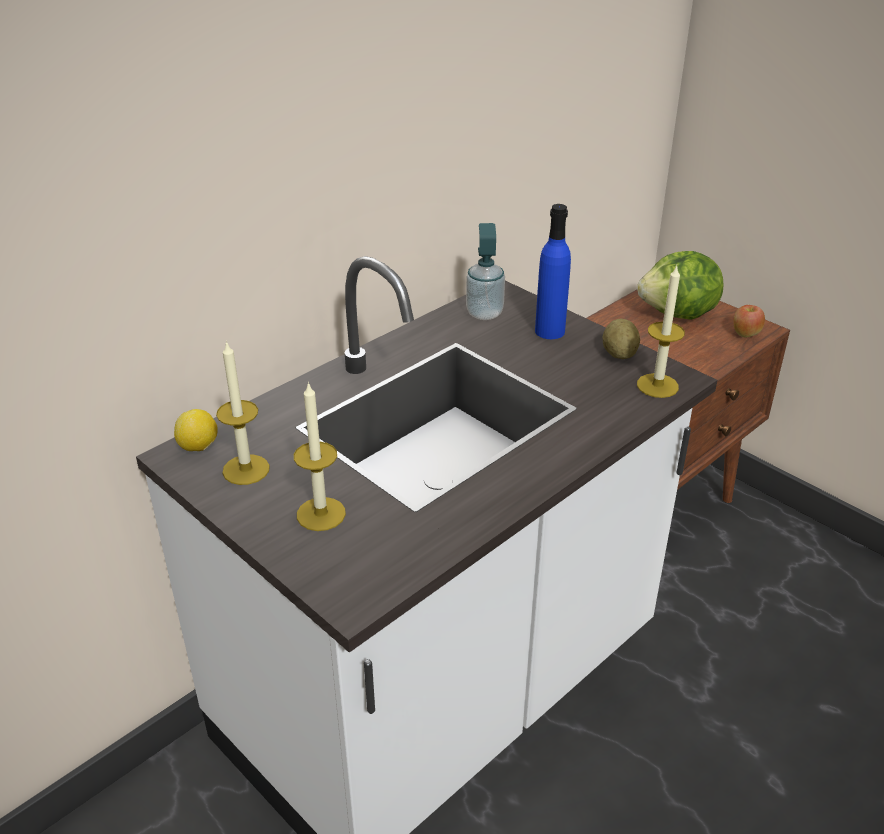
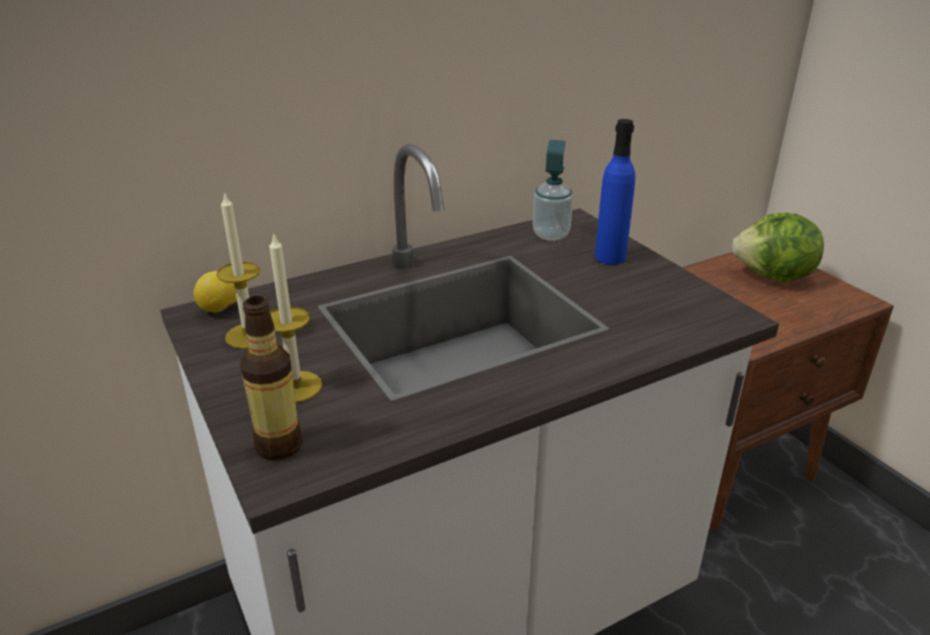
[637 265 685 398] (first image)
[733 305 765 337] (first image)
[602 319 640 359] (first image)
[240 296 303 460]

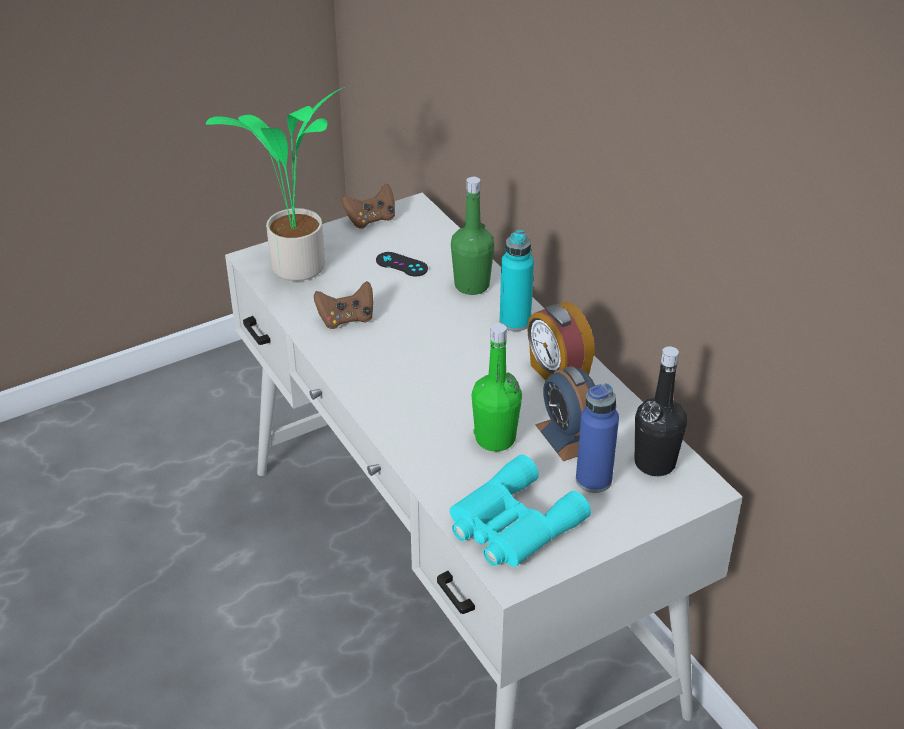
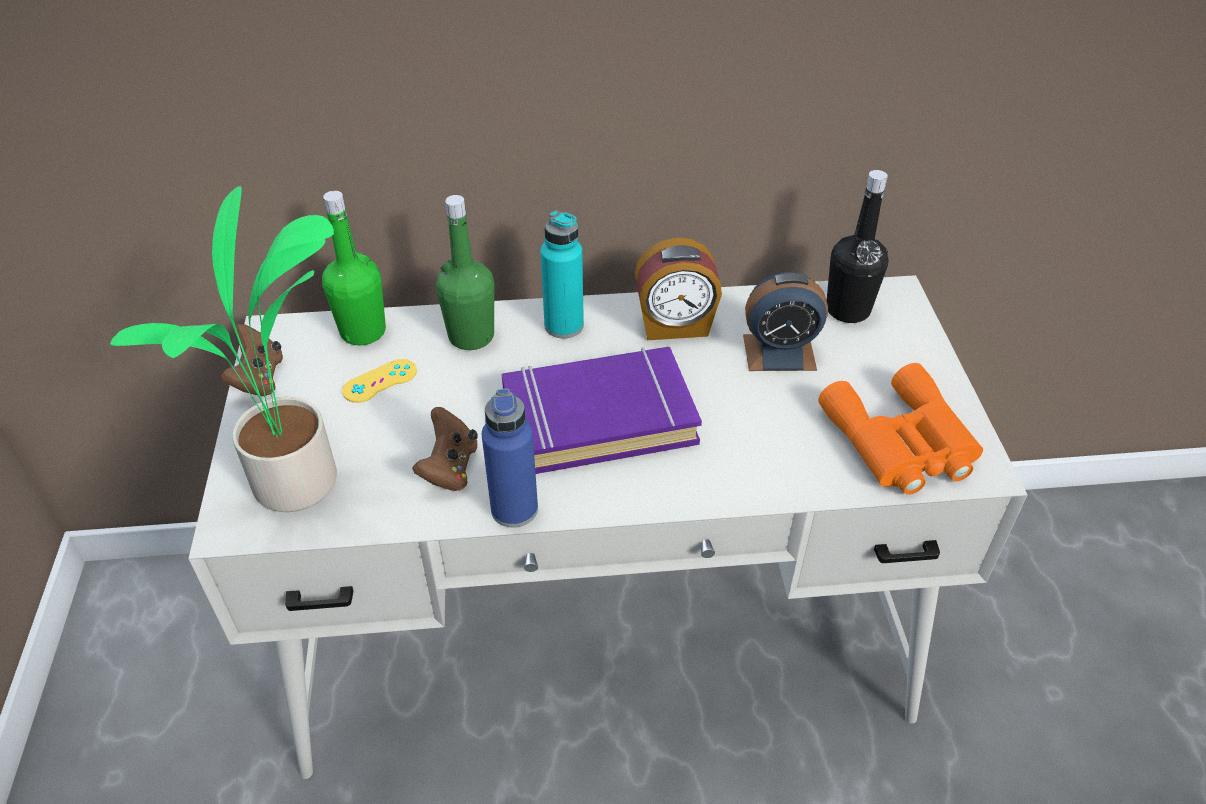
[342 359 417 403]
[322 191 386 345]
[482 388 538 528]
[818 363 983 495]
[502 347 702 474]

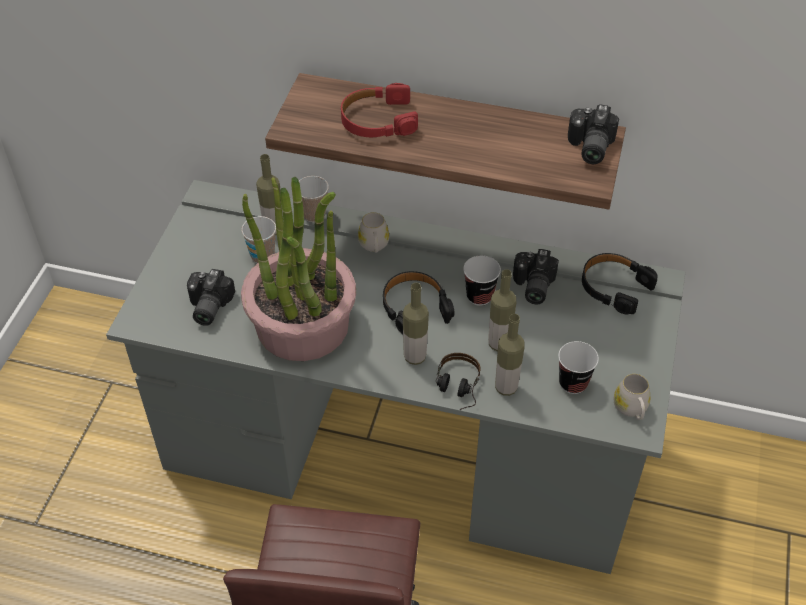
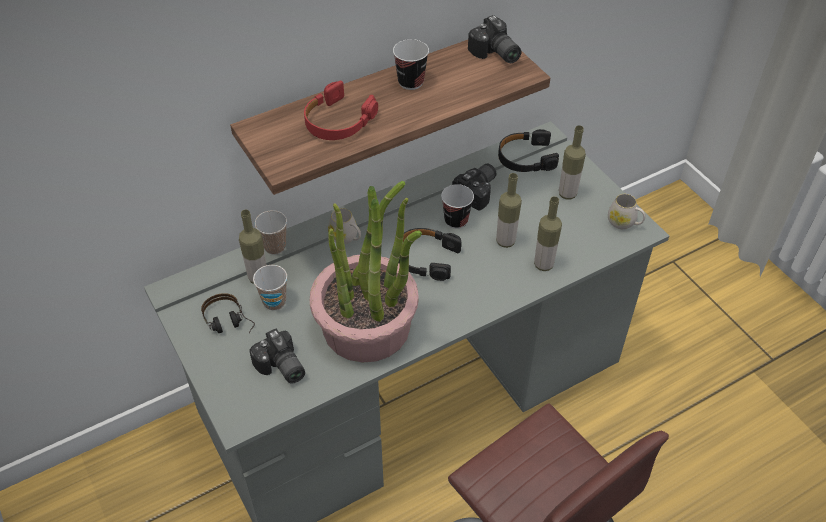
[452 163 497 210]
[559 125 586 200]
[393 39 429 90]
[201 293 255 333]

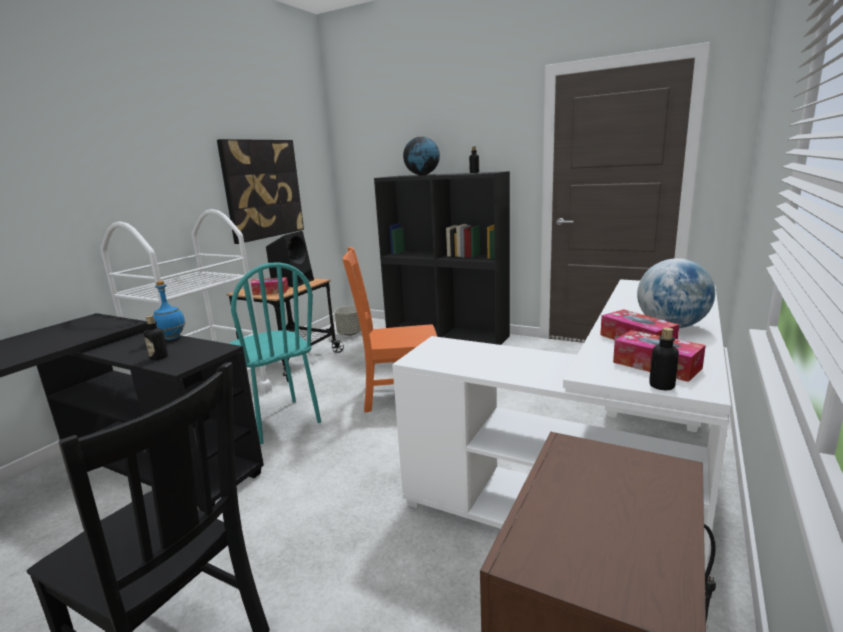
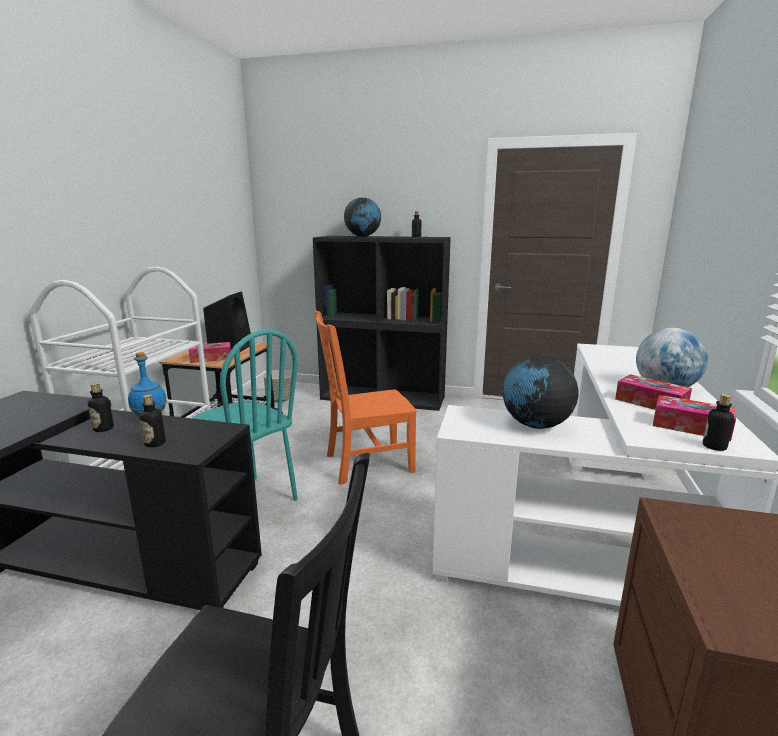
[217 139 304 244] (first image)
[503 356 578 429]
[88 383 114 432]

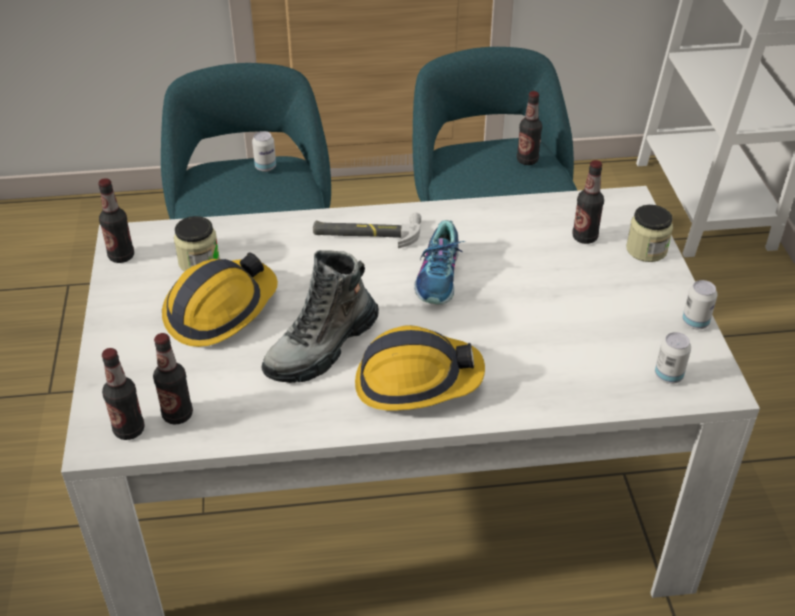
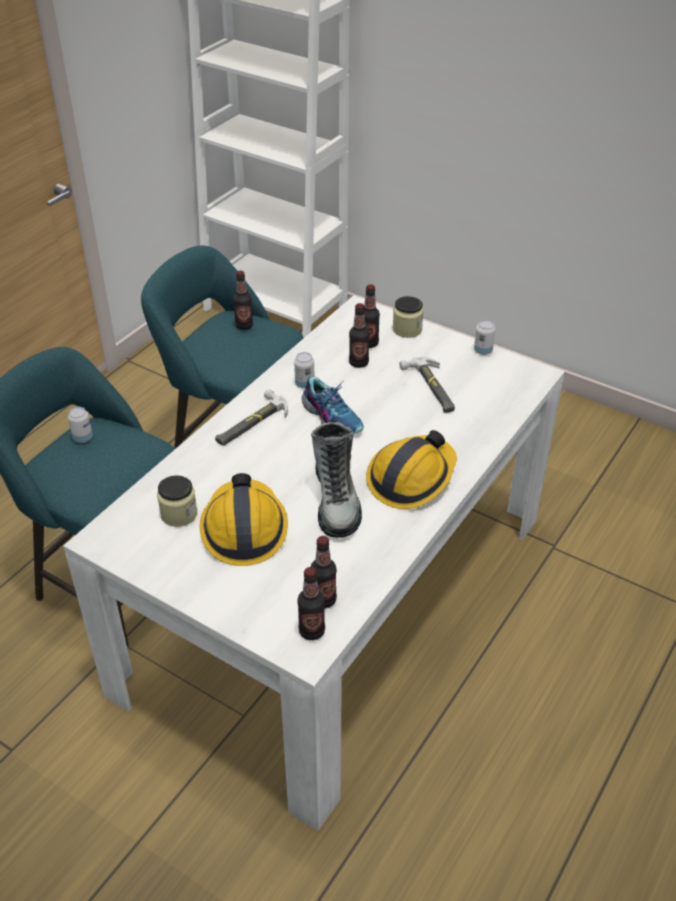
[349 303 370 368]
[294 352 314 389]
[400 356 455 413]

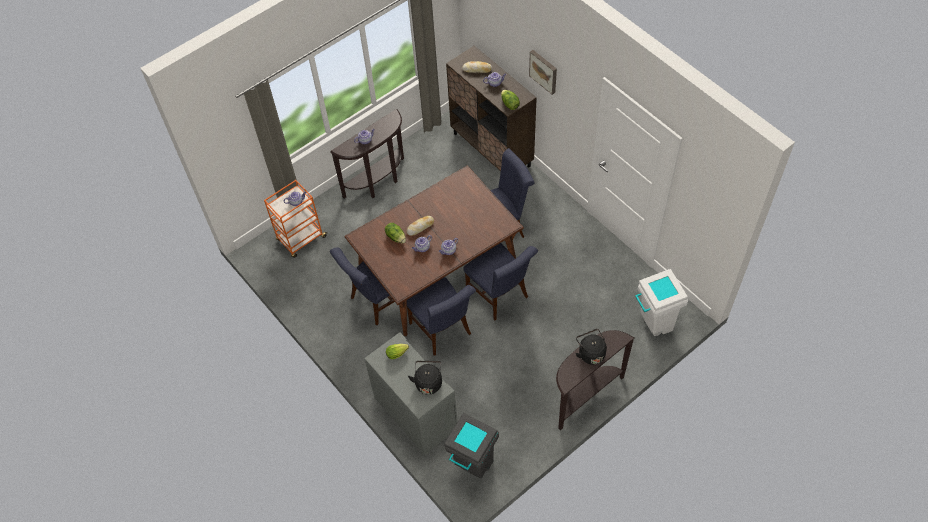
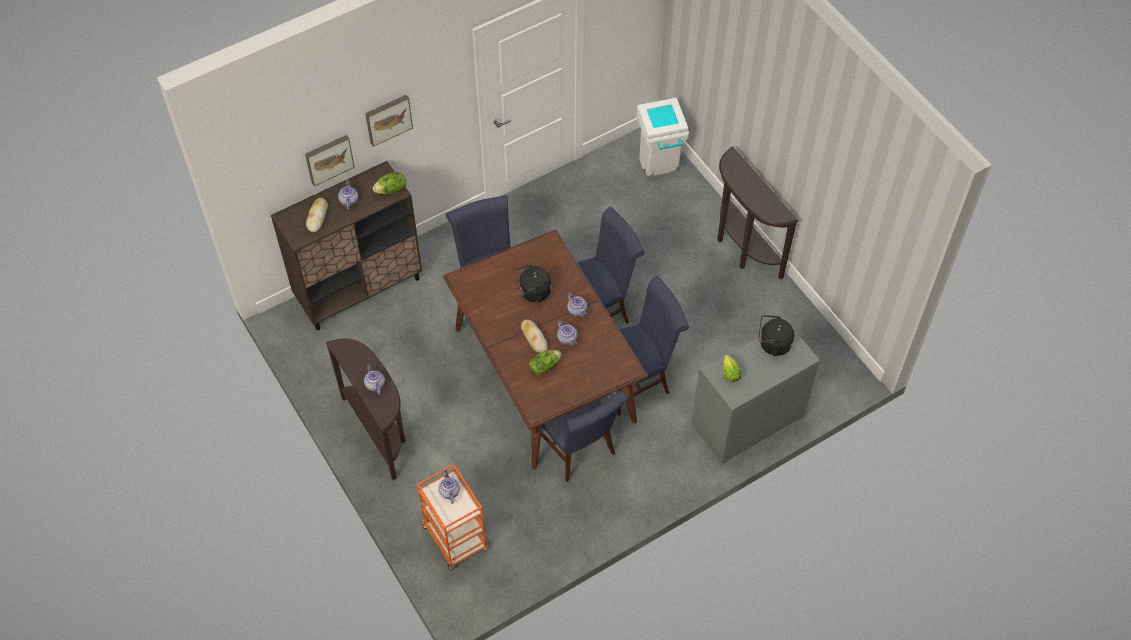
[514 264 551 302]
[444 413 499 478] (first image)
[305 135 355 187]

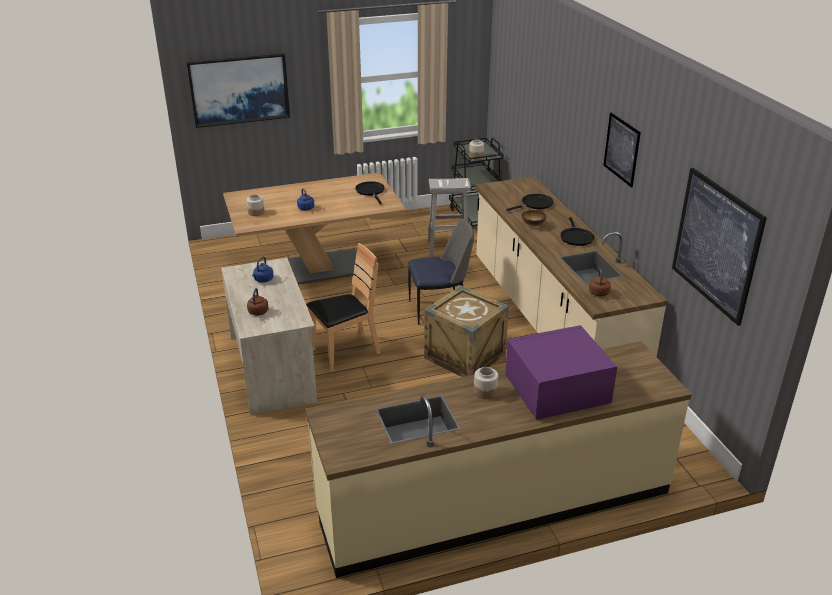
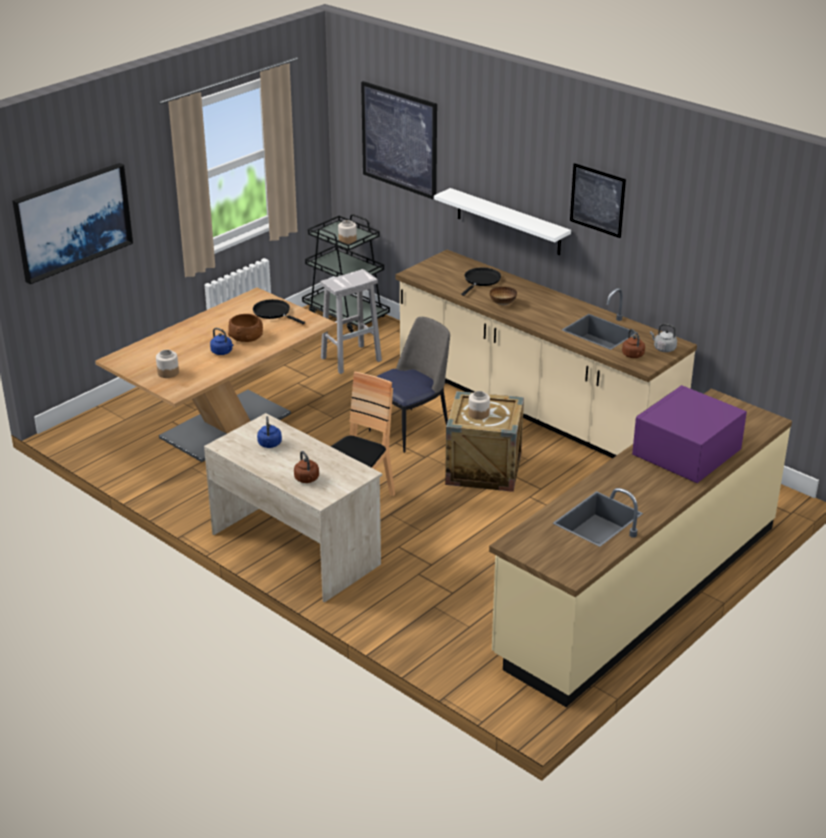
[361 81 437 200]
[560 217 595 246] (first image)
[468 391 490 420]
[434 188 571 255]
[228 314 263 342]
[650 324 677 352]

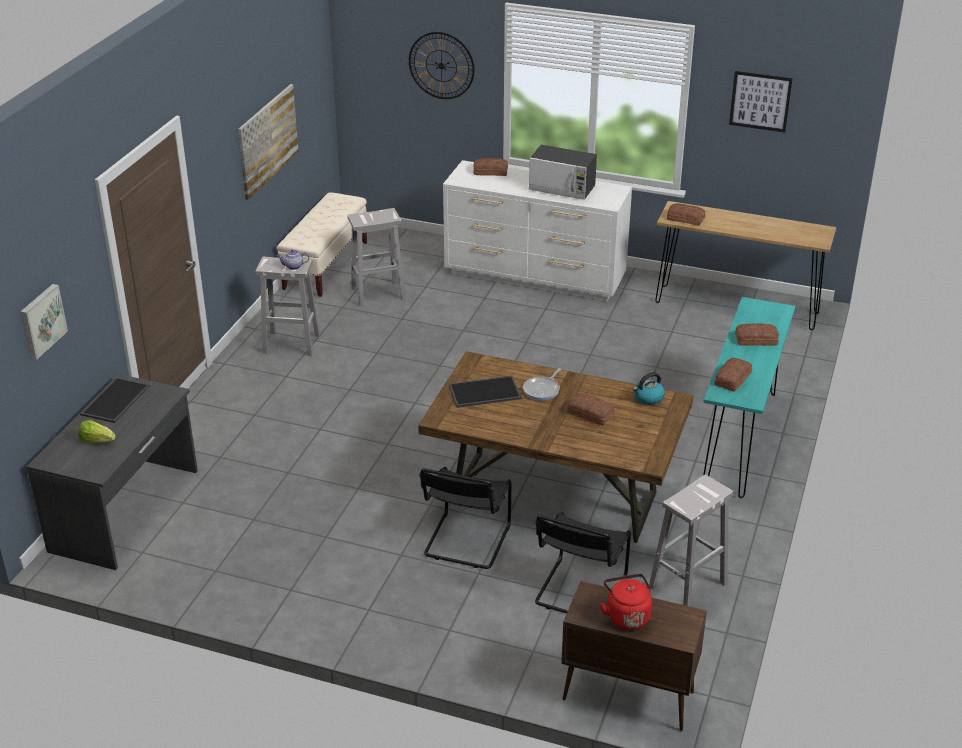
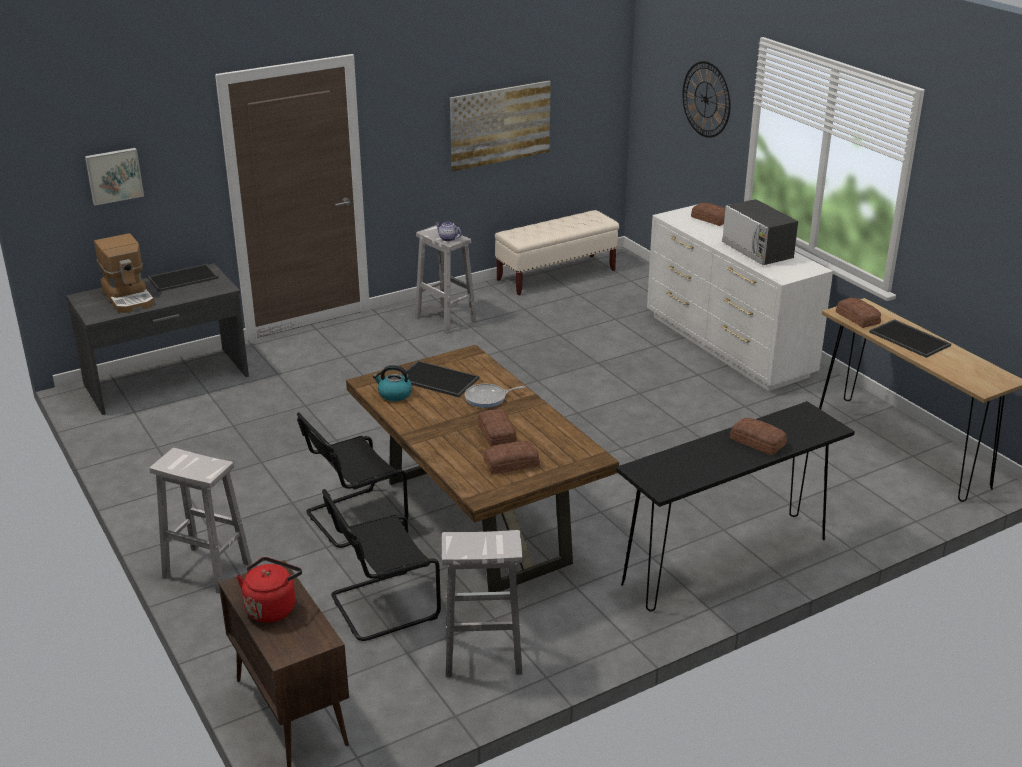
[729 71 793 132] (first image)
[149 448 252 594]
[616 401 855 611]
[483 441 540 474]
[373 365 412 401]
[94 233 154 313]
[869 319 951 358]

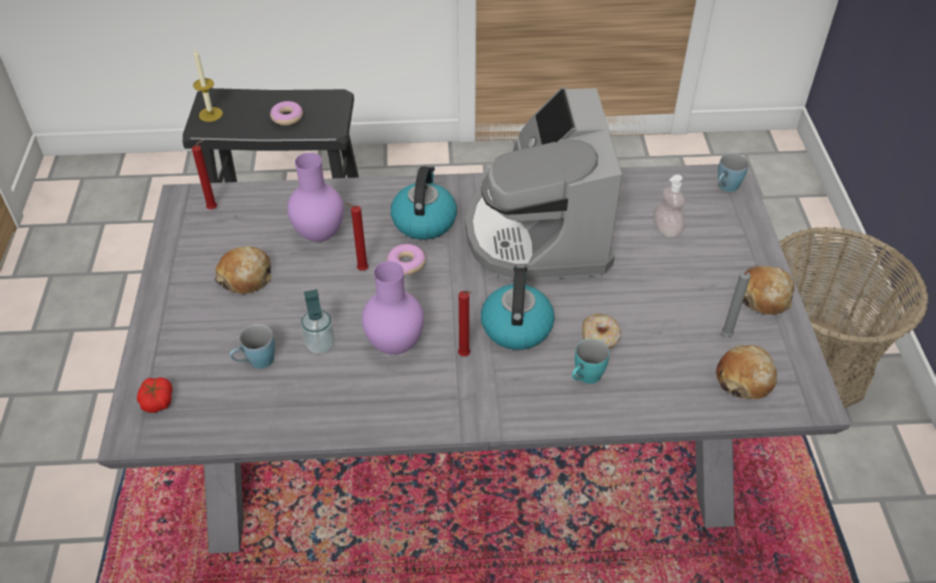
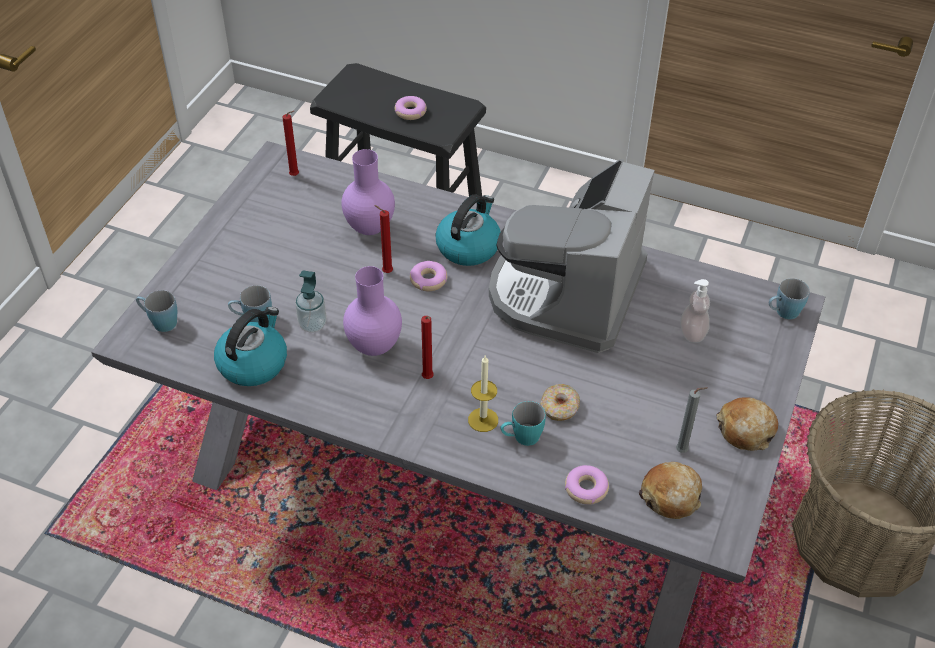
[468 356 498 432]
[215 246 272 294] (first image)
[214 307 287 386]
[136 290 177 332]
[565 465 609 505]

